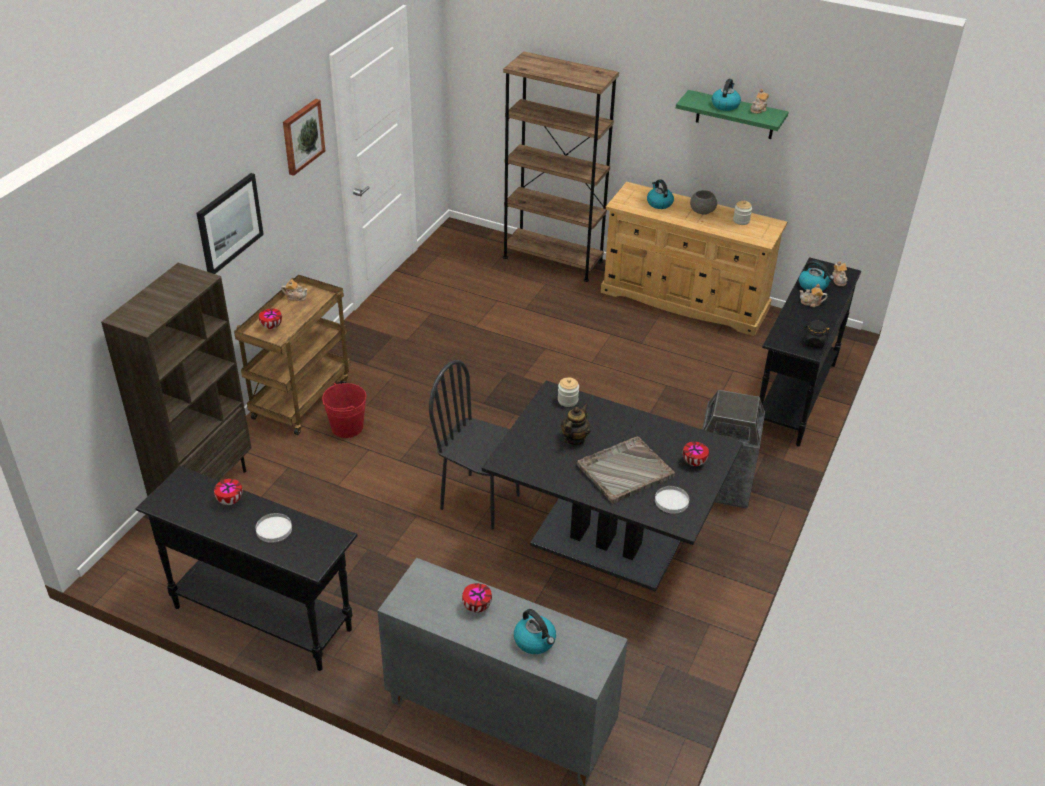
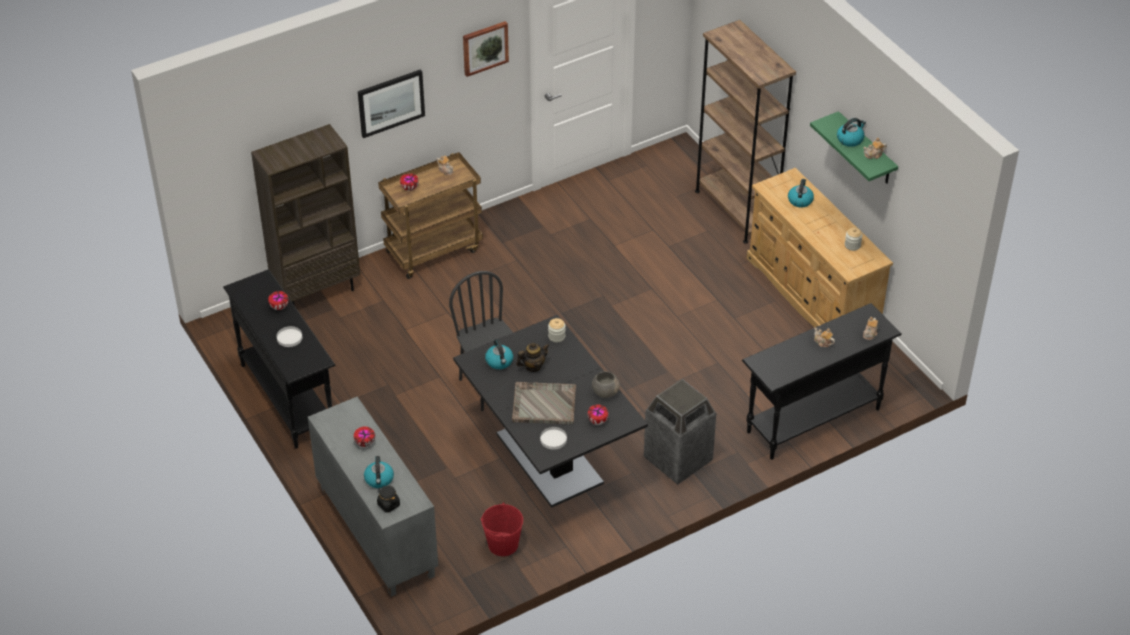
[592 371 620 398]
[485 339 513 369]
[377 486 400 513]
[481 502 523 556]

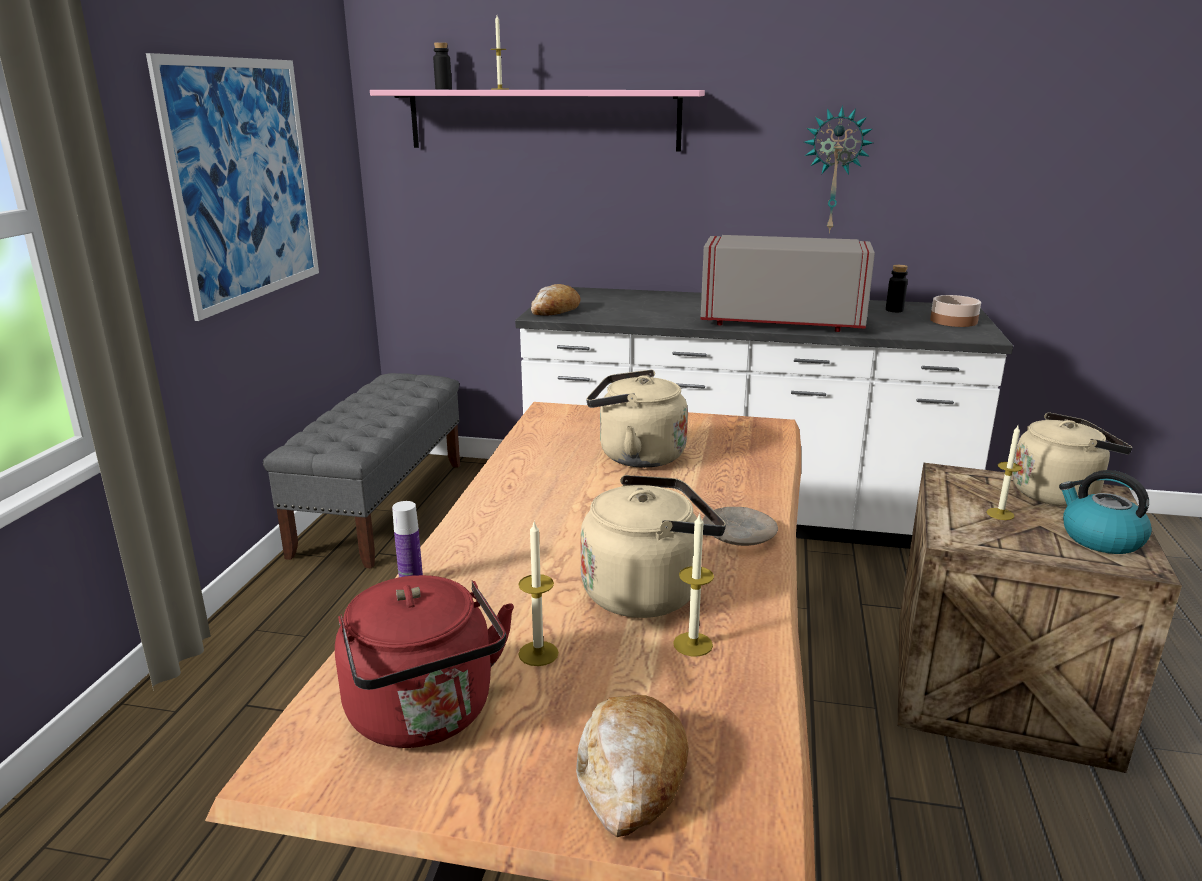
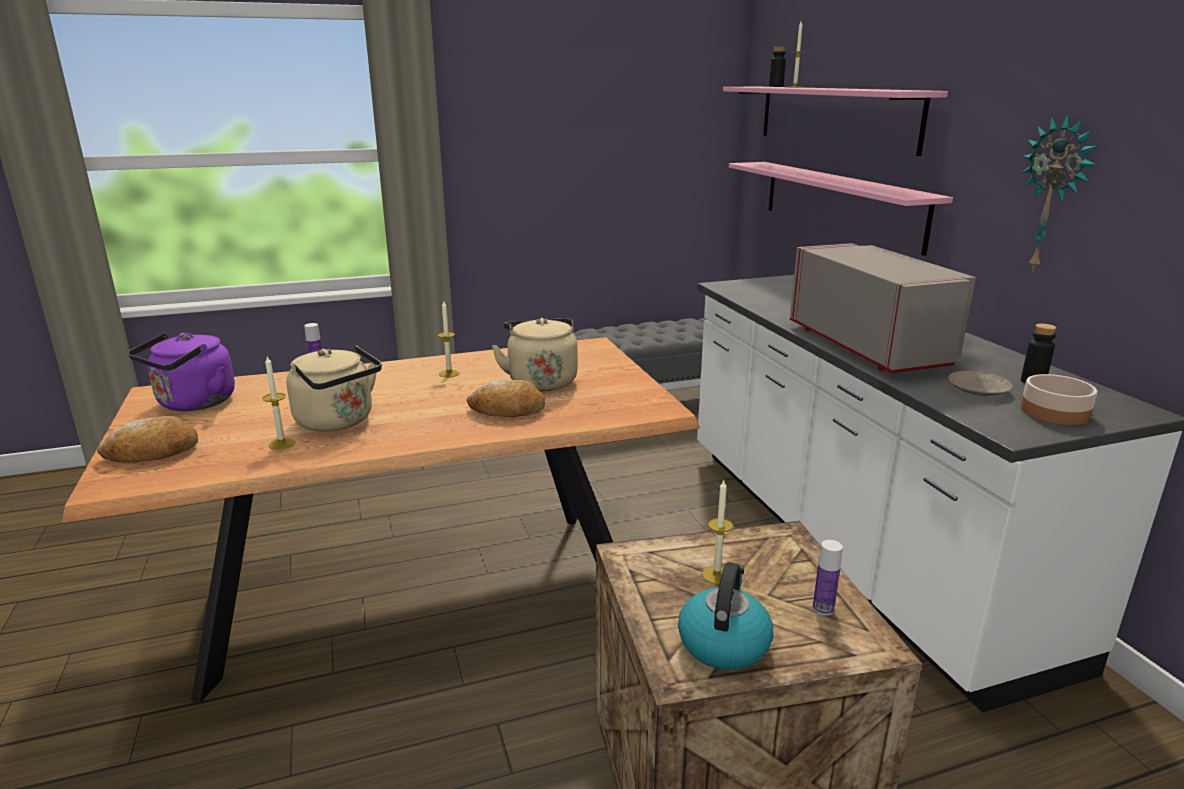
[146 53 319 321] (first image)
[467 379 545 417]
[813 540 843 616]
[948 371 1013 396]
[437 301 459 377]
[128 333 235 411]
[729 162 953 256]

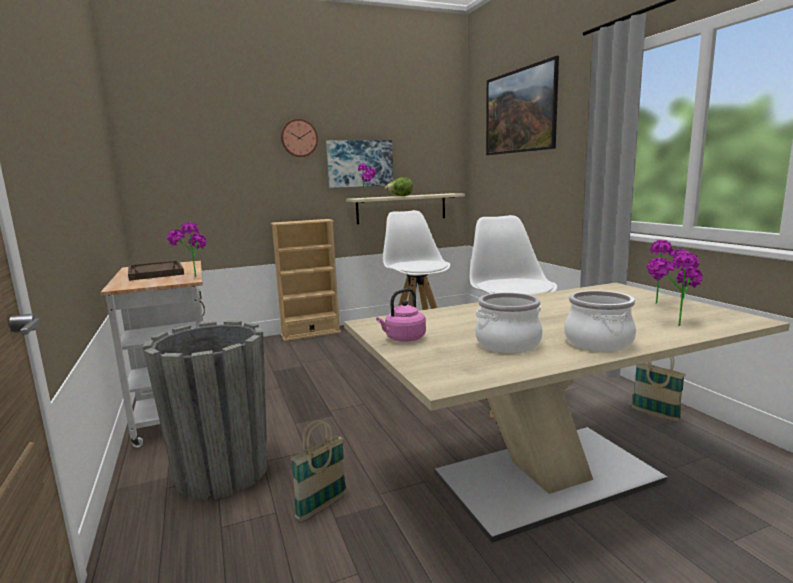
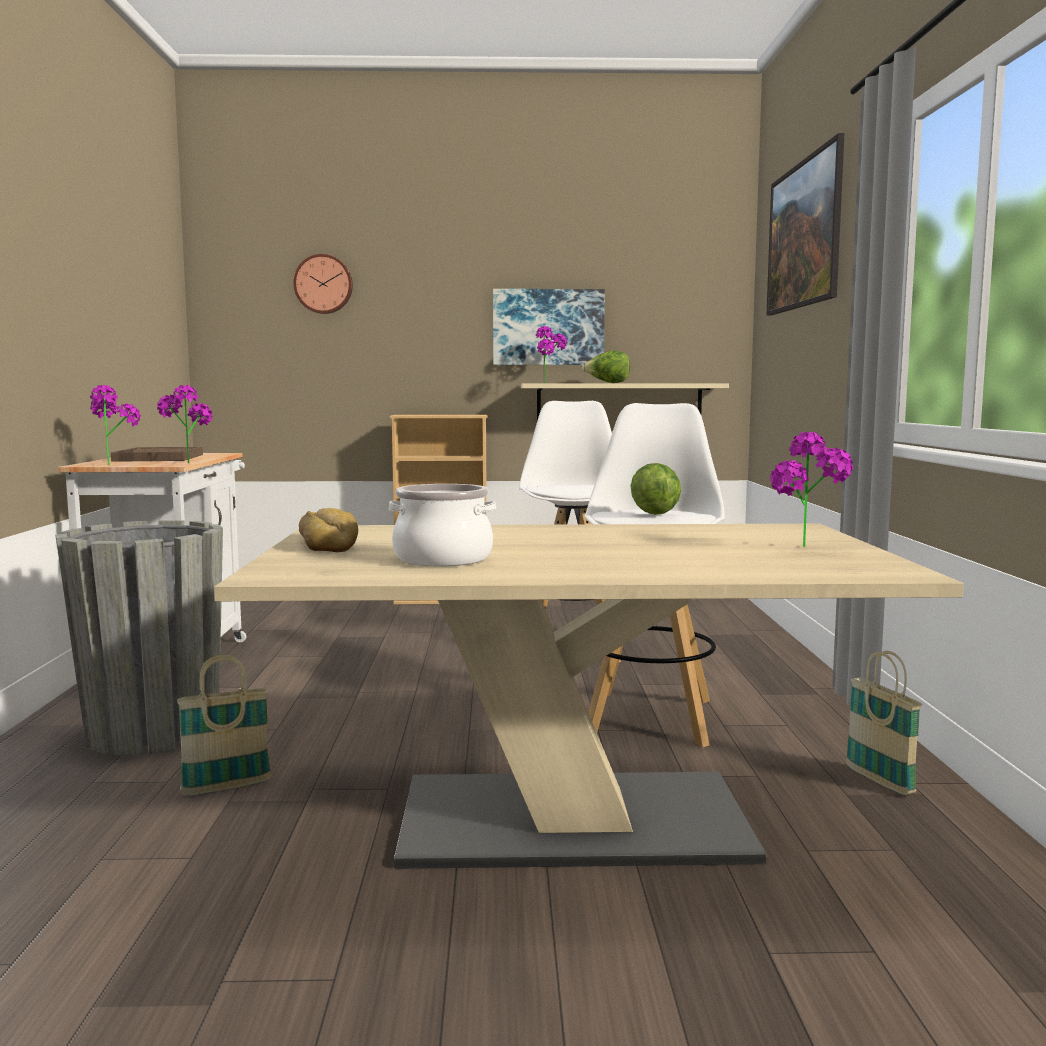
[293 254 353 314]
[90 385 141 465]
[299 508 358 552]
[564 291 636 352] (first image)
[630 463 681 515]

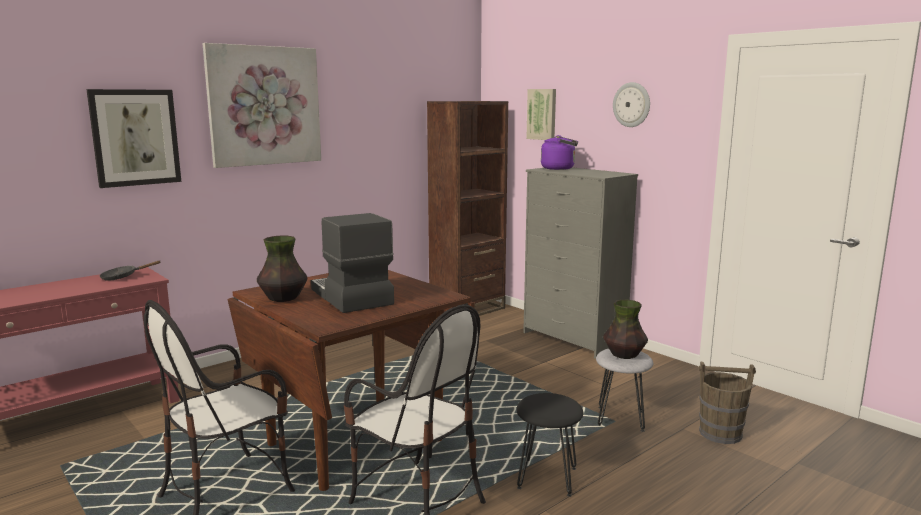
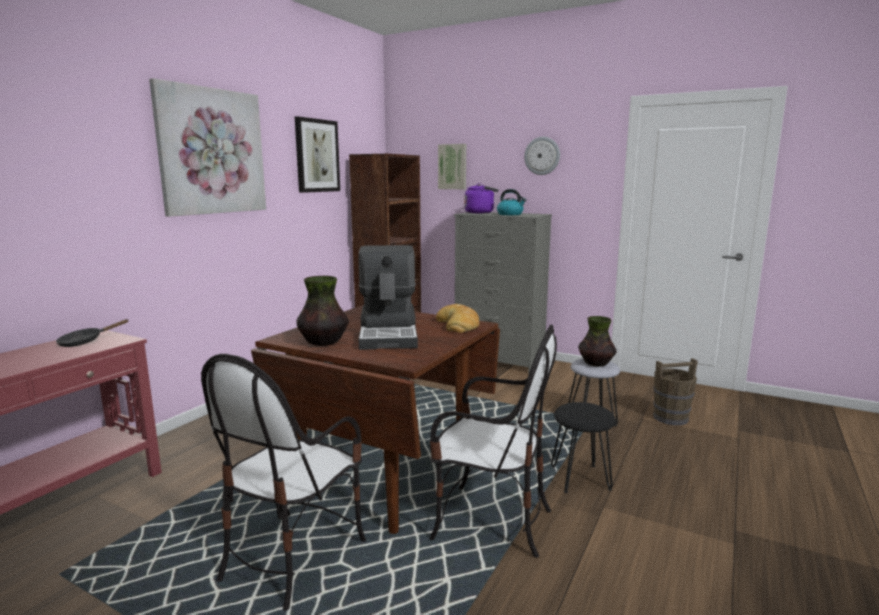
[295 116 340 193]
[358 245 418 350]
[497 189 526 215]
[436 304 479 333]

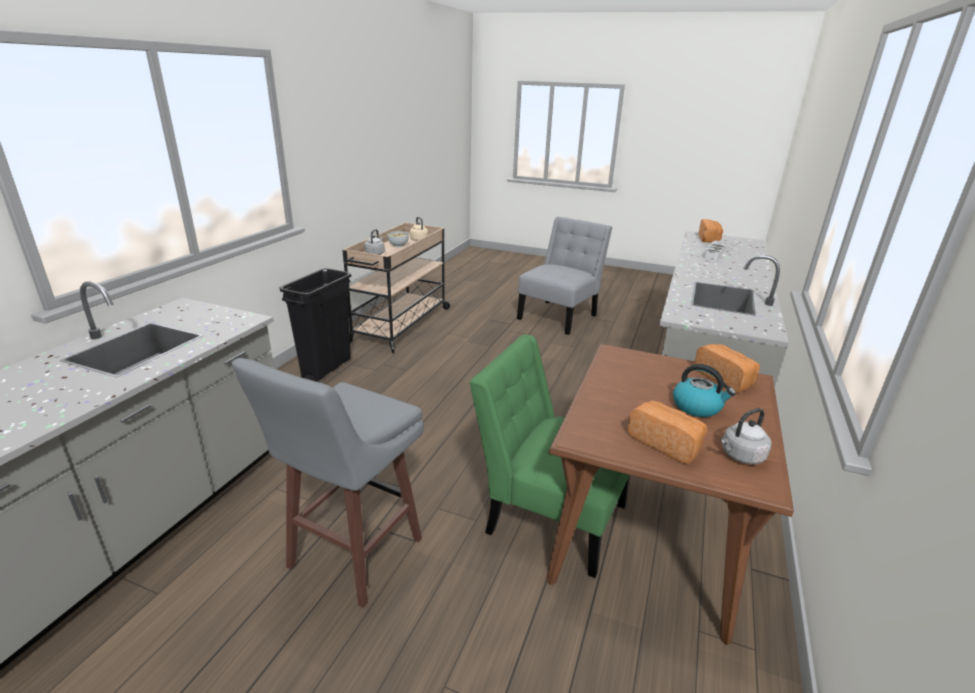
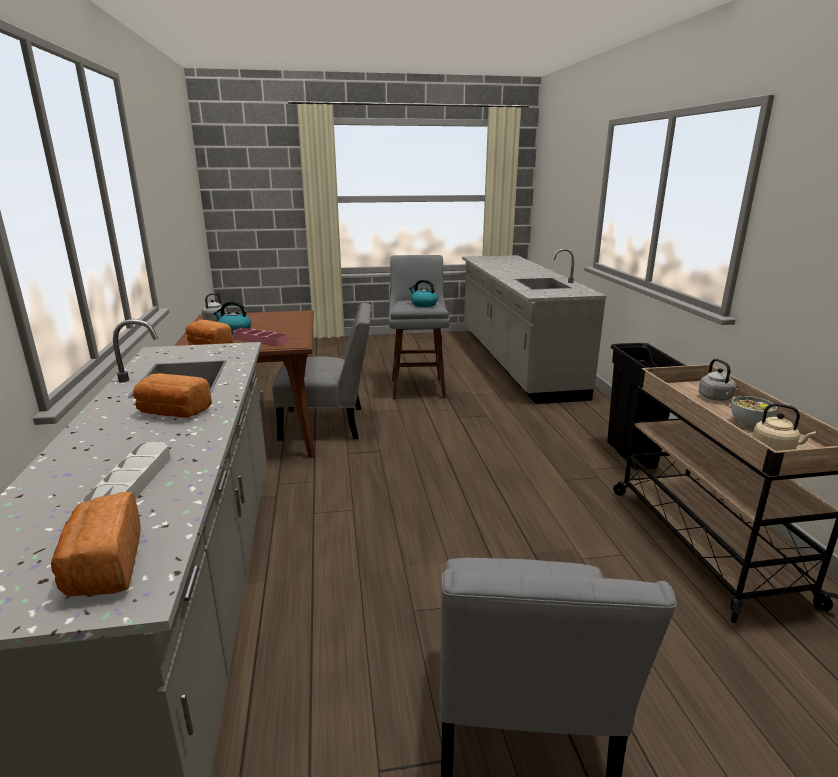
[272 303 371 441]
[133 373 212 418]
[409 279 438 307]
[233 328 287 346]

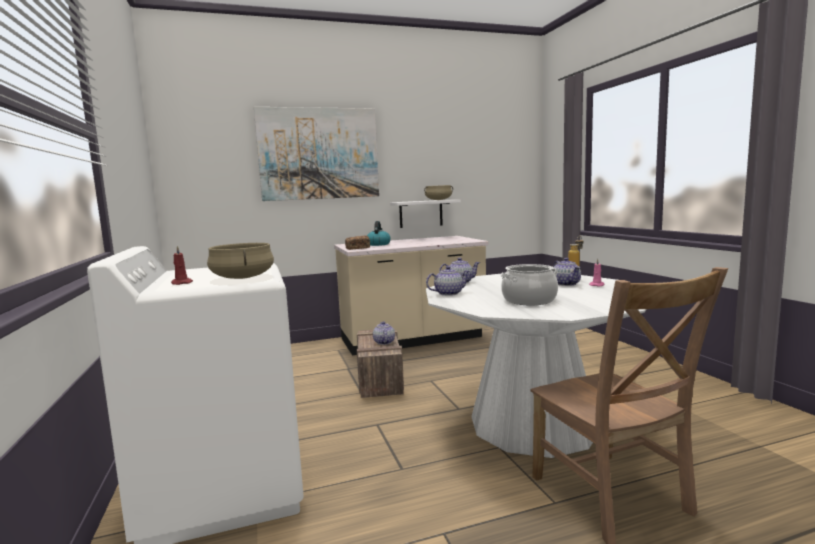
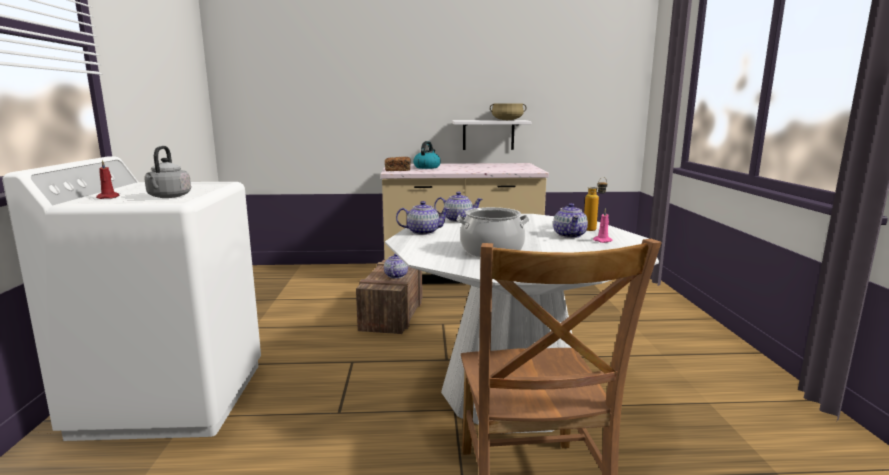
[254 107 379 201] (first image)
[144 146 191 198]

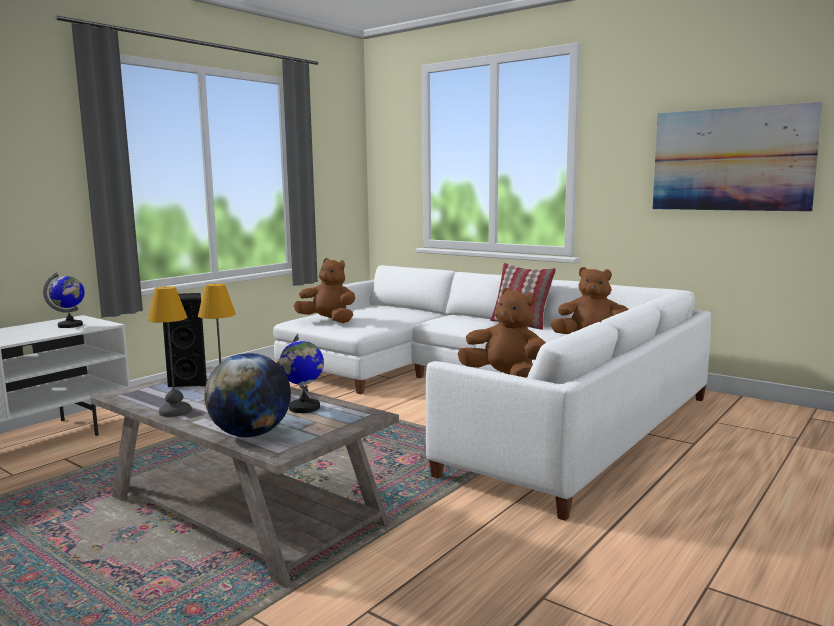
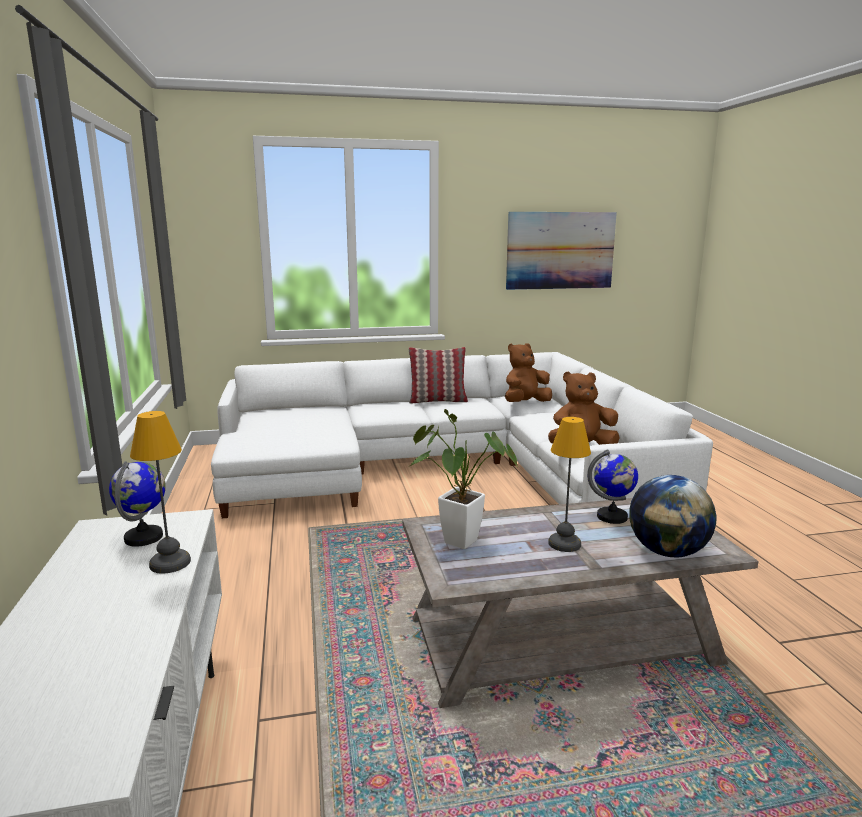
[294 258 355 323] (first image)
[130 411 191 574]
[408 409 518 549]

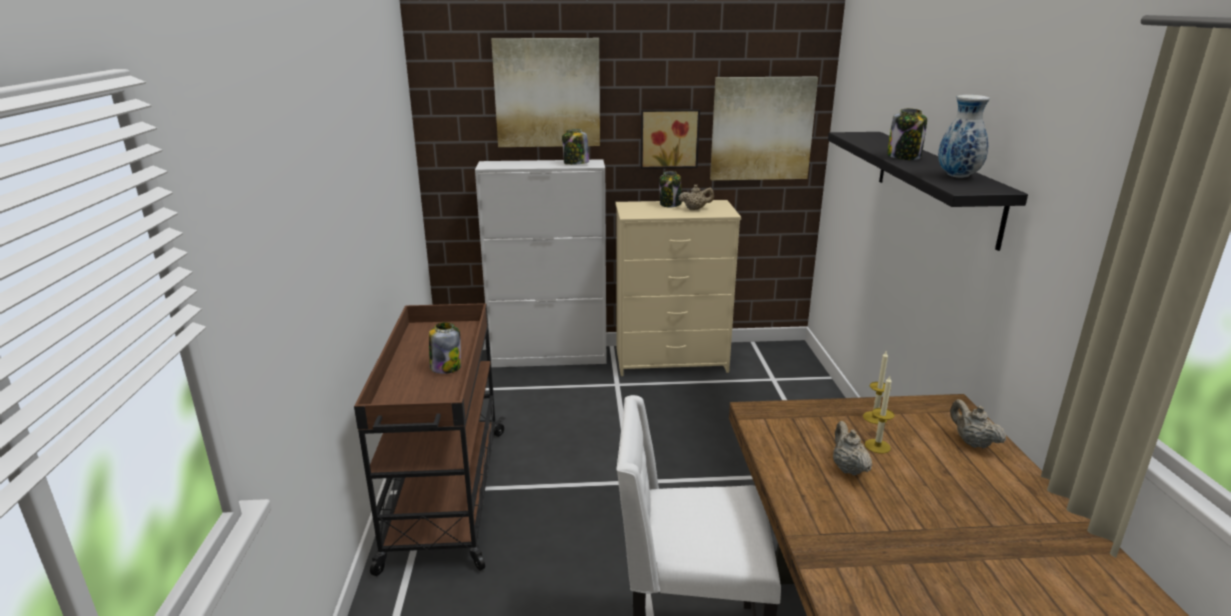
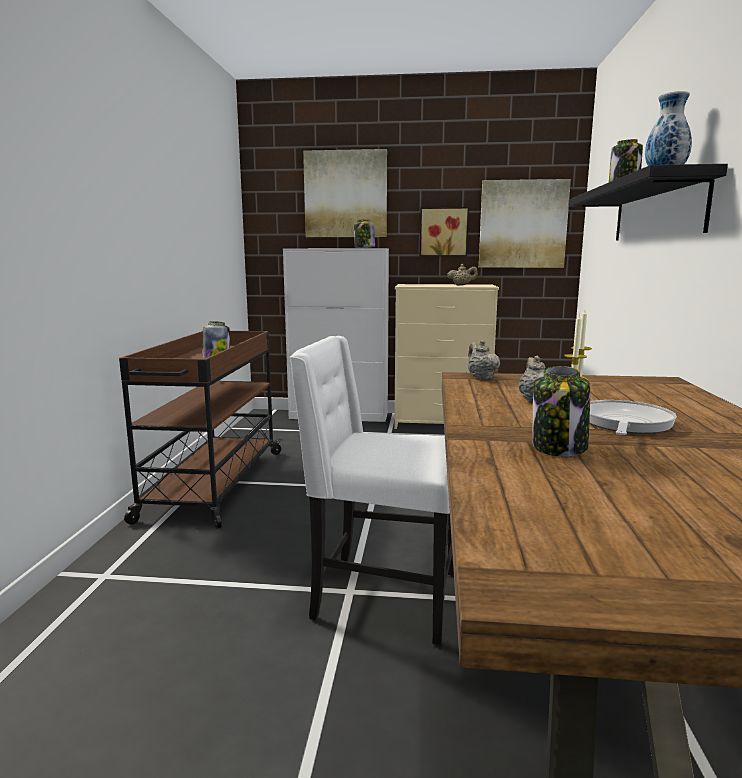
[532 366 590 457]
[468 340 500 379]
[589 400 677 435]

